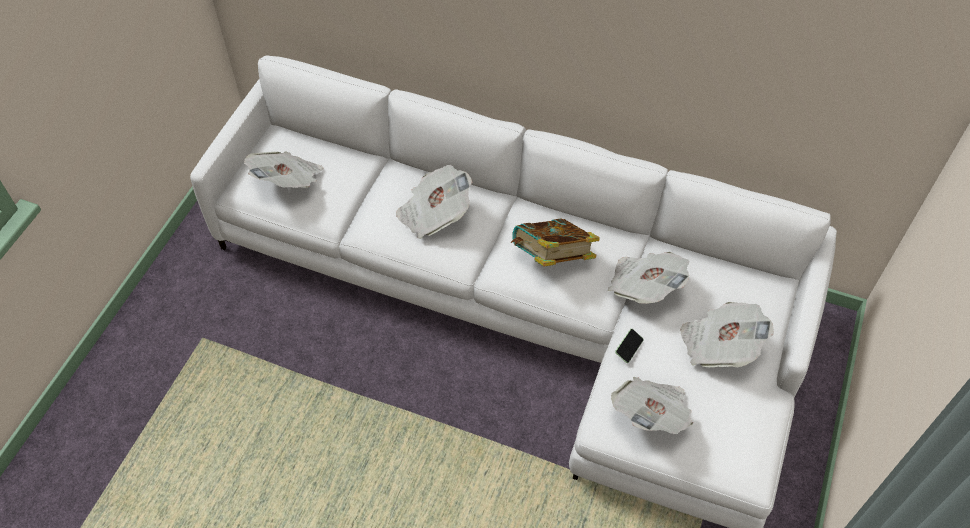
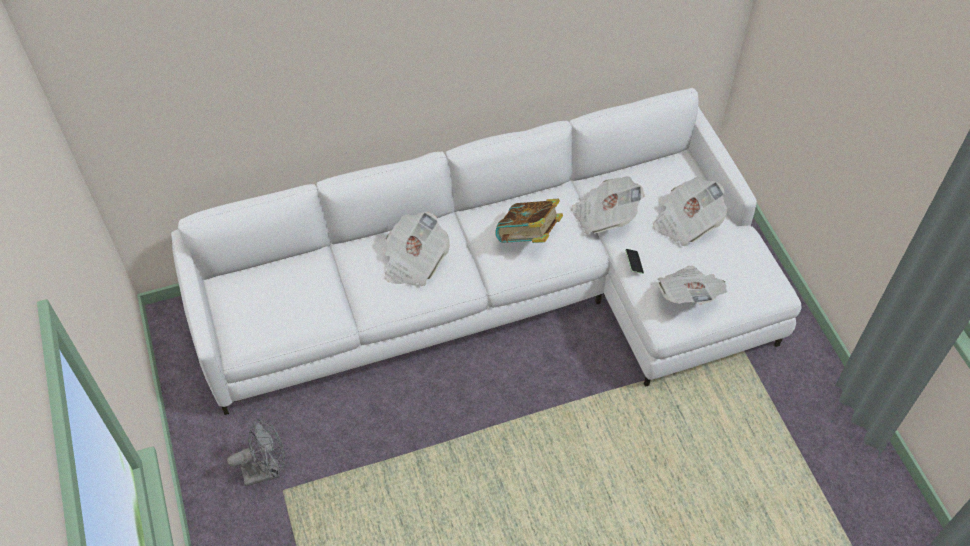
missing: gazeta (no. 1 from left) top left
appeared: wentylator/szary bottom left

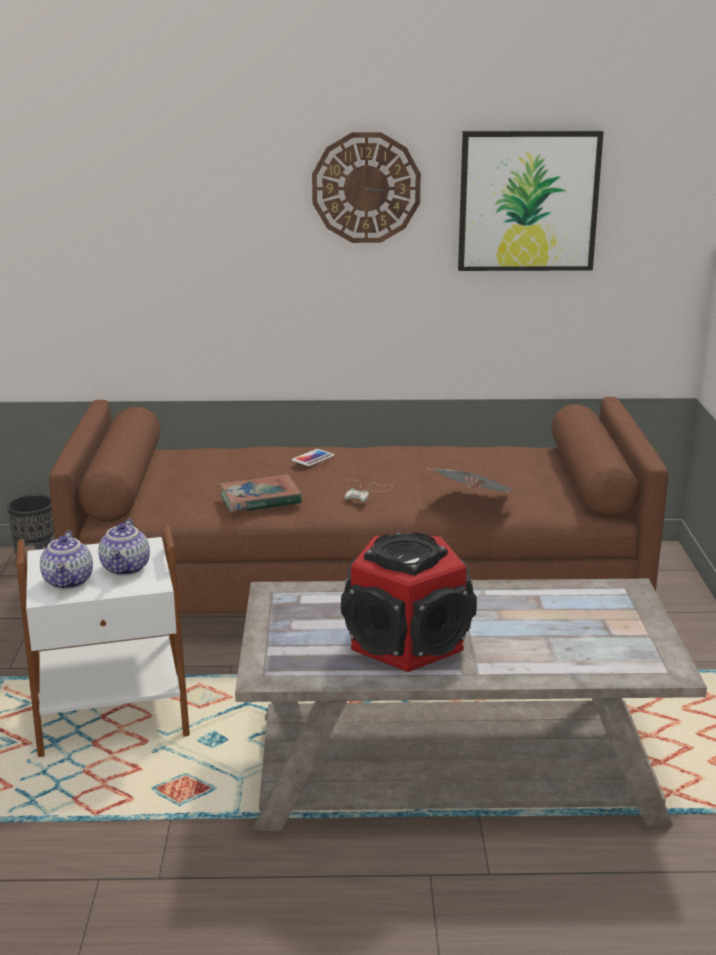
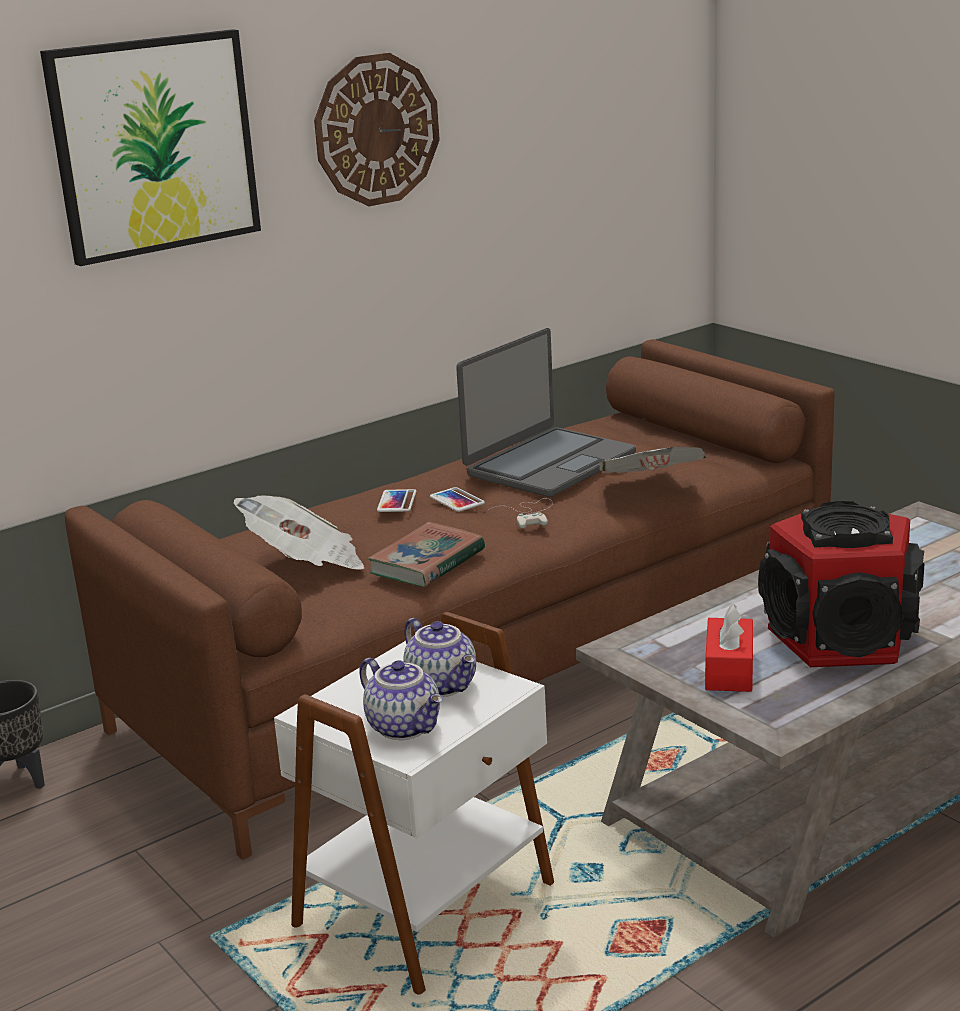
appeared: gazeta (no. 1 from left) middle left; telefon (no. 2 from left) centre; laptop centre; pudełko chusteczek/czerwony middle right
relocated: obraz top right to top left

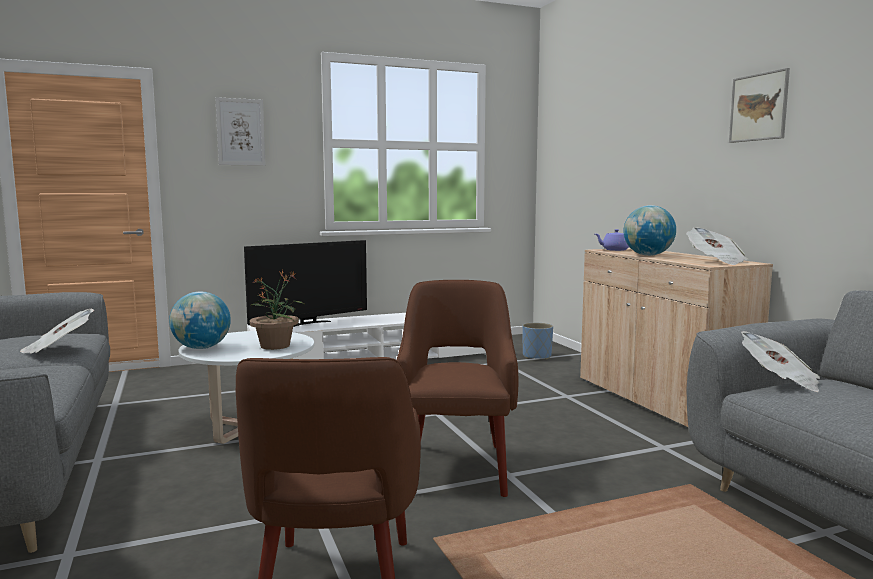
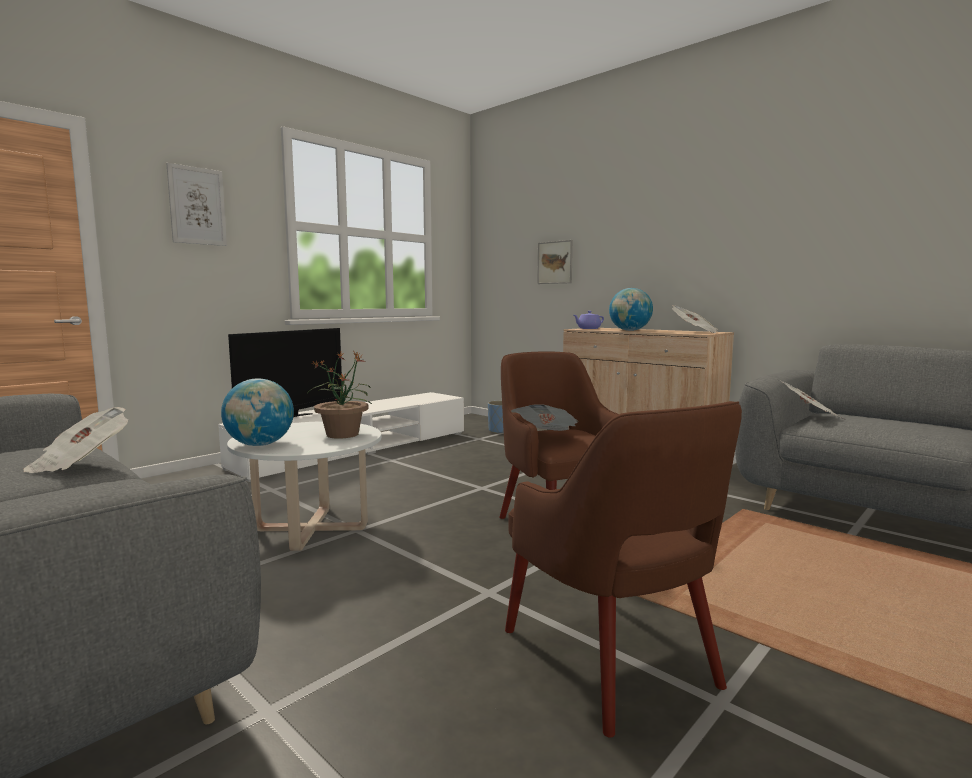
appeared: gazeta (no. 2 from left) centre
relocated: obraz (no. 2 from left) top right to centre

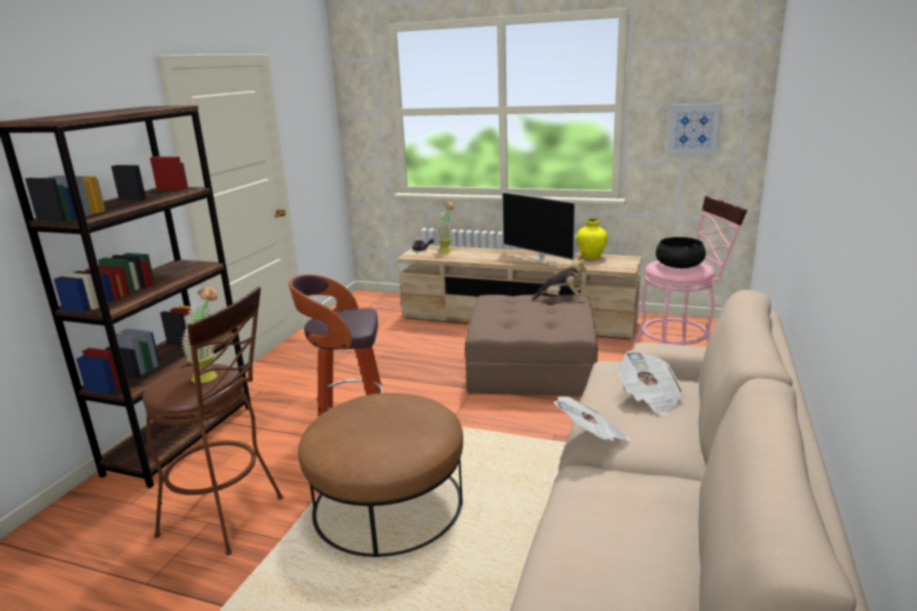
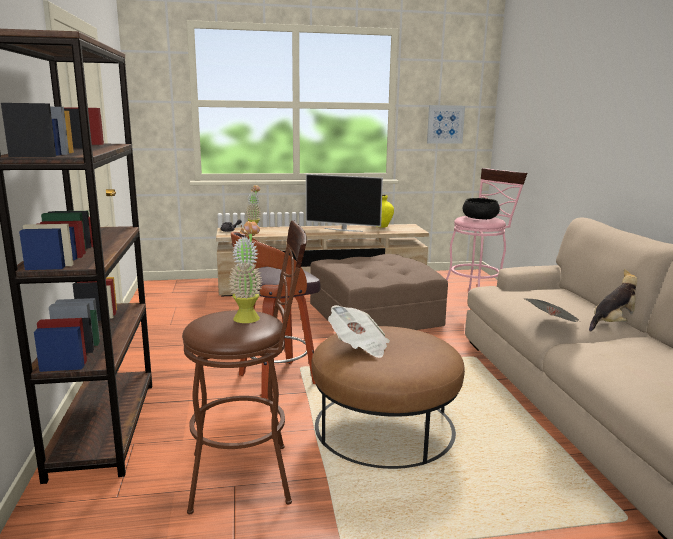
relocated: pluszak centre to middle right; gazeta (no. 2 from left in the first image) middle right to gazeta (no. 1 from left) centre

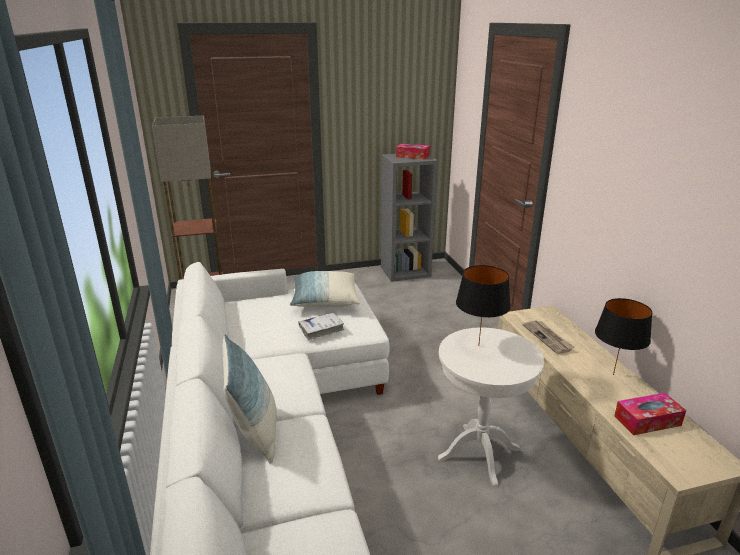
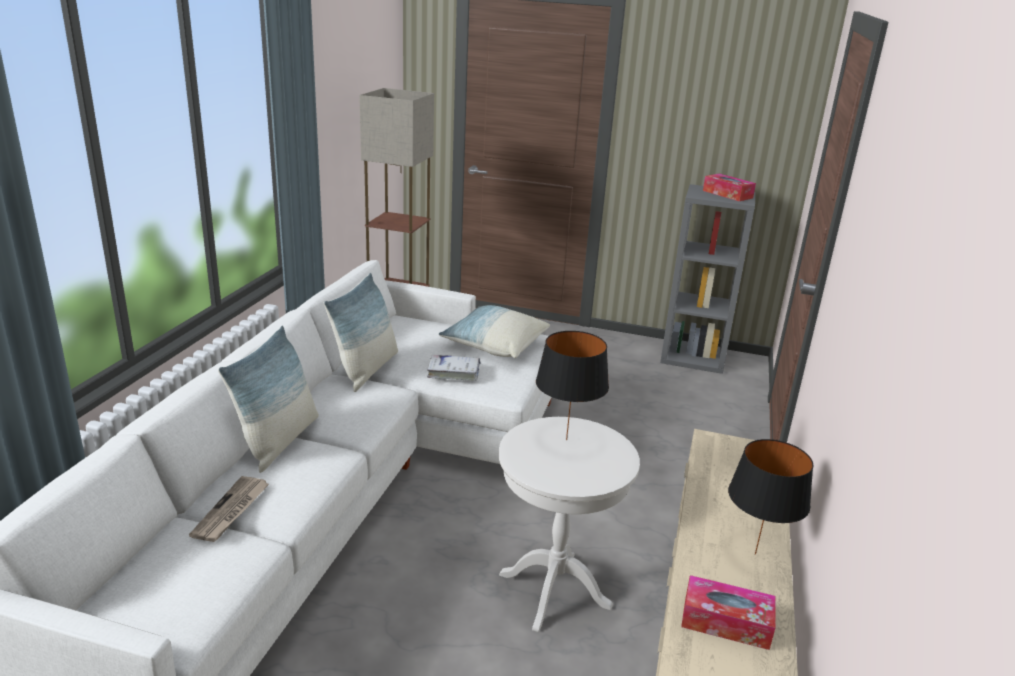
appeared: poduszka (no. 2 from left) centre
relocated: gazeta middle right to bottom left

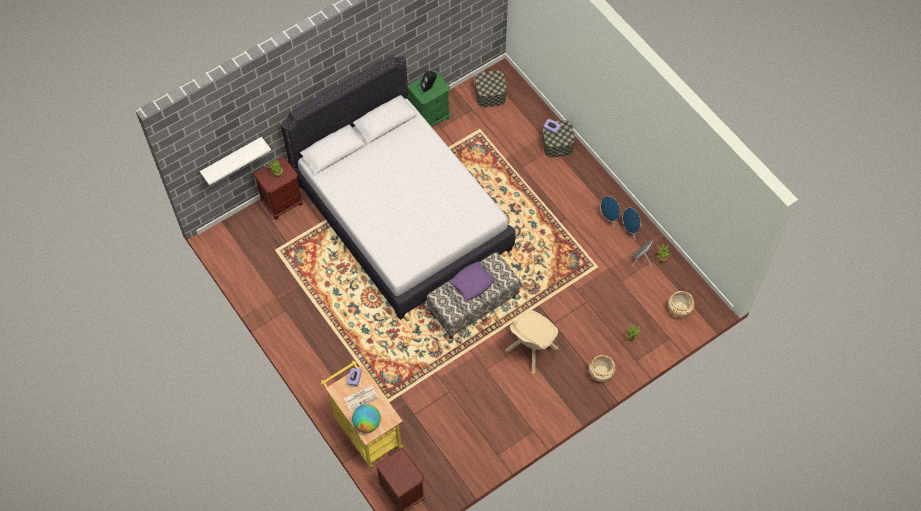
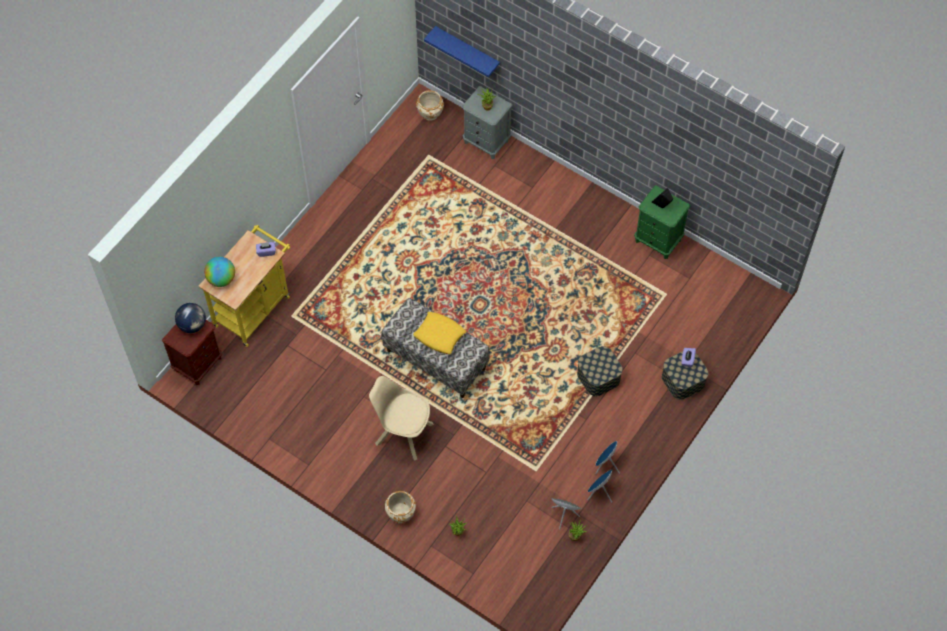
missing: łóżko/biały centre; gazeta bottom centre
appeared: globus (no. 1 from left) middle left
relocated: pojemnik do przechowywania (no. 1 from left) top centre to centre; donica/beżowy (no. 2 from left) middle right to top centre
colour: półka/biały top left to półka/niebieski top centre; szafka nocna/brązowy (no. 1 from left) middle left to szafka nocna/szary top centre; poduszka/fioletowy centre to poduszka/żółty centre

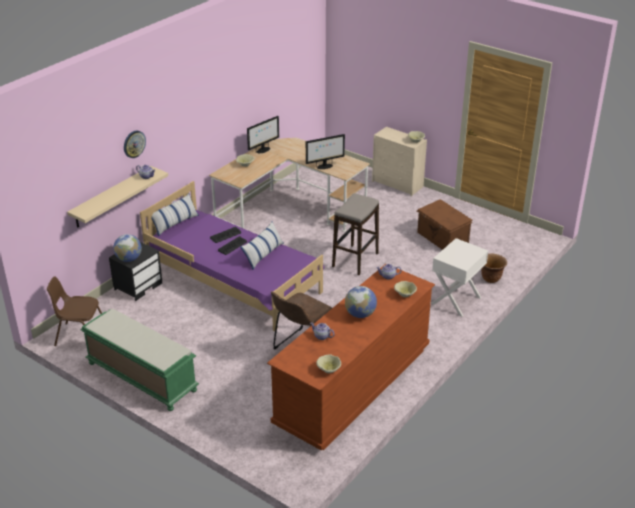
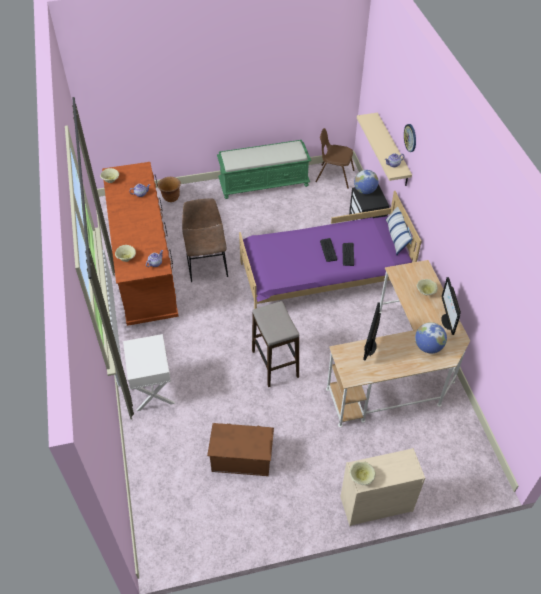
missing: poduszka (no. 2 from left) centre
relocated: globus (no. 2 from left) centre to middle right; donica/brązowy middle right to top left
spun: krzesło/brązowy (no. 1 from left in the first image) middle left = top centre 120 degrees counterclockwise

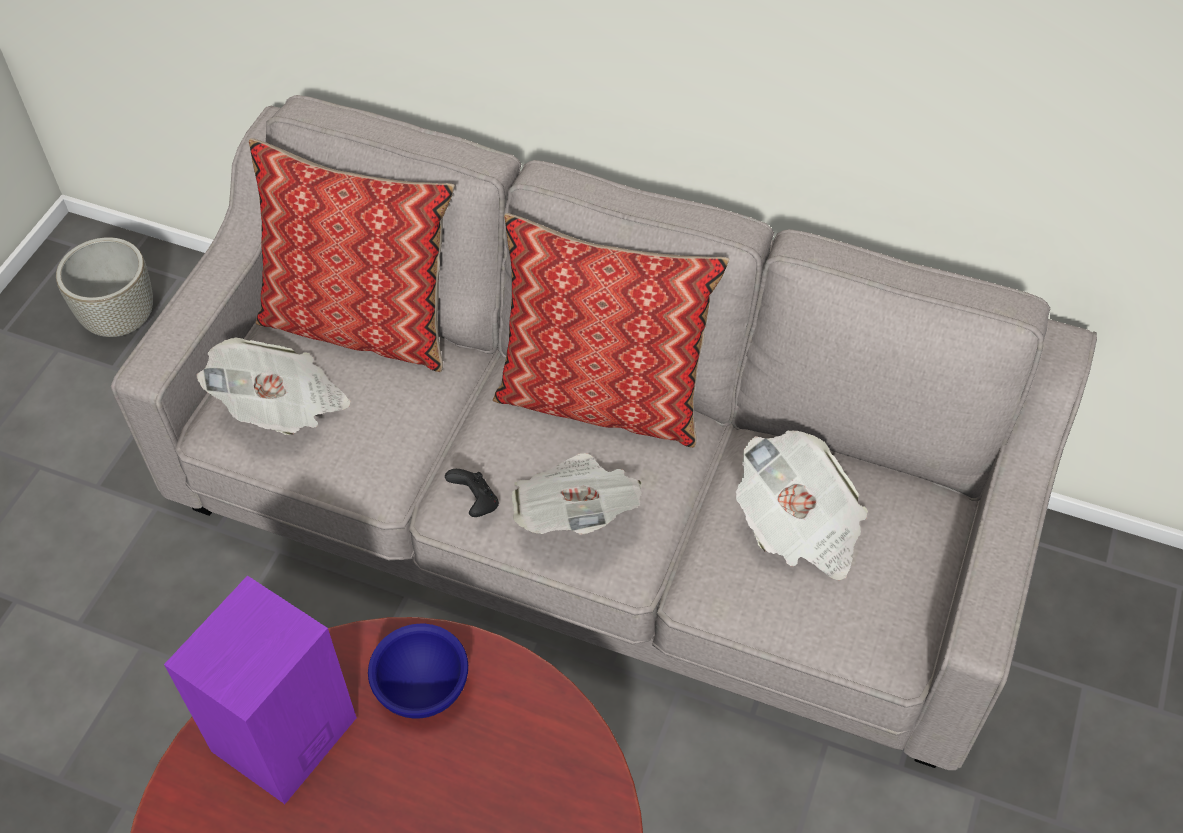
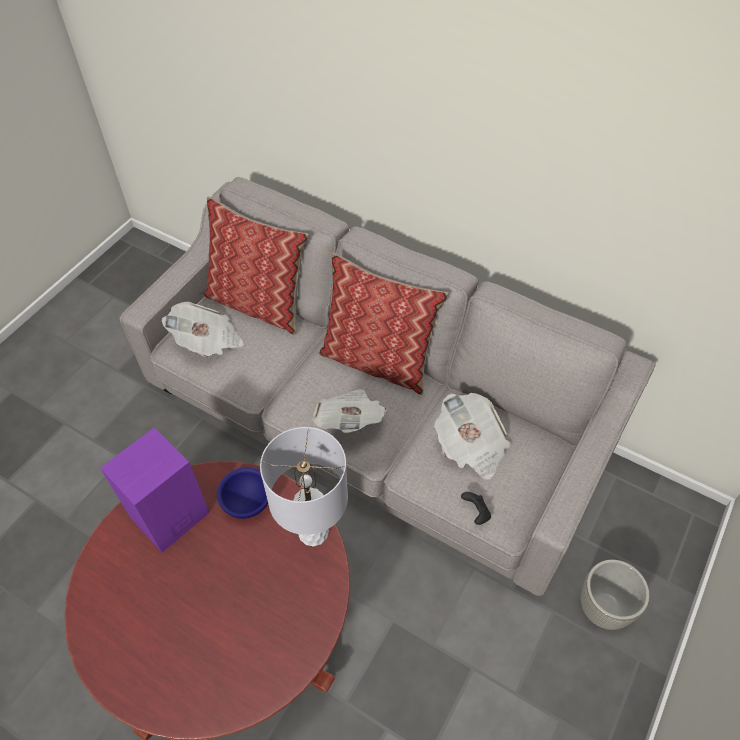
appeared: lampa stołowa/szary centre
relocated: donica/szary middle left to bottom right; pad do gier/czarny centre to bottom centre

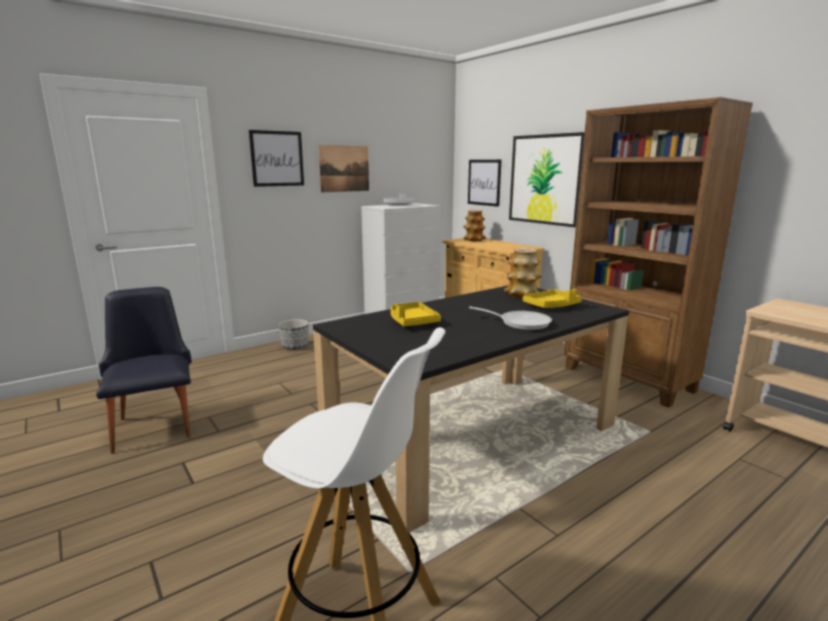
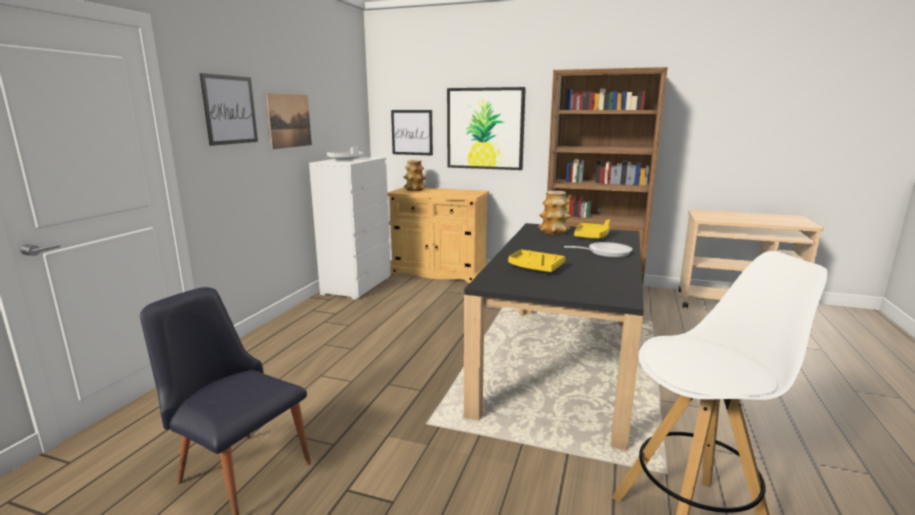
missing: donica centre

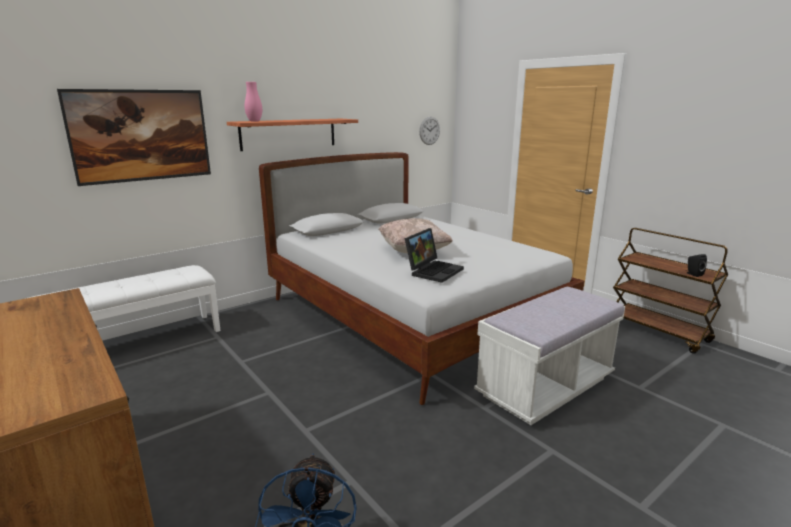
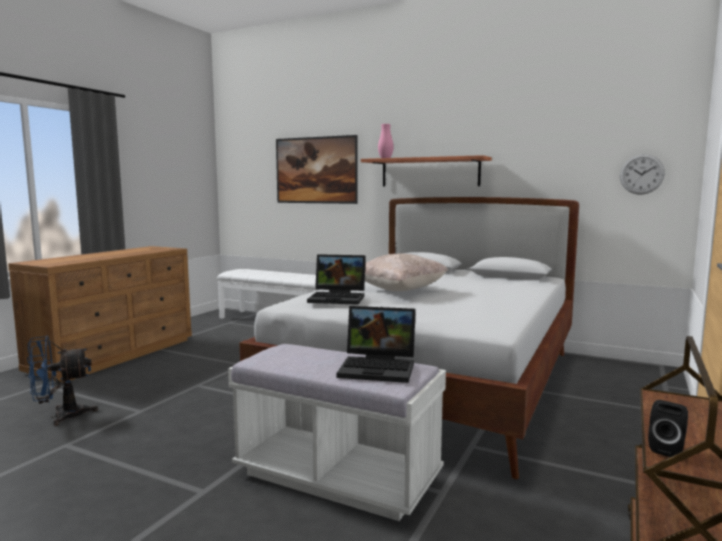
appeared: laptop (no. 2 from left) centre

